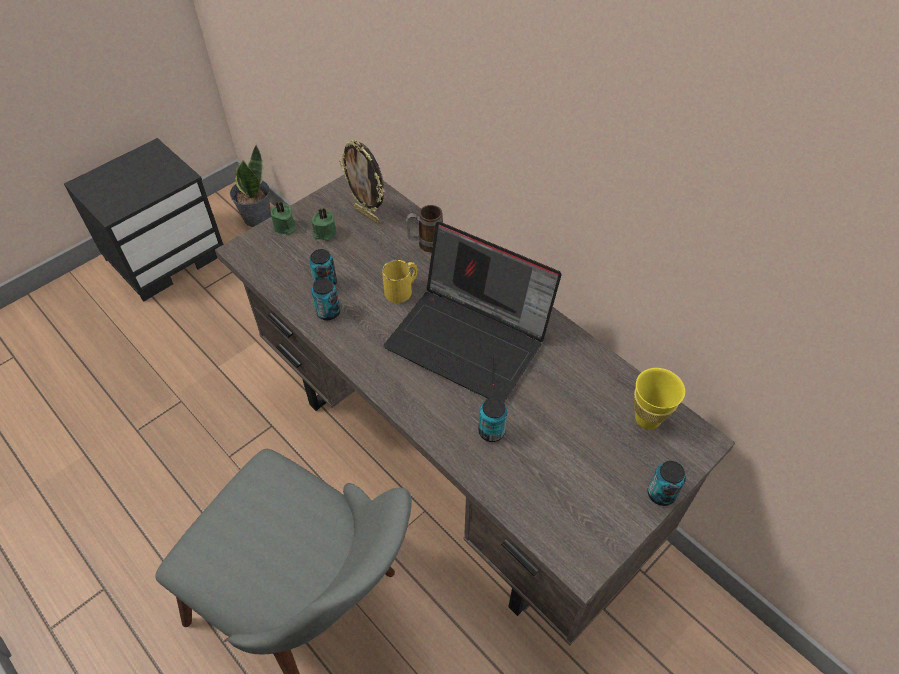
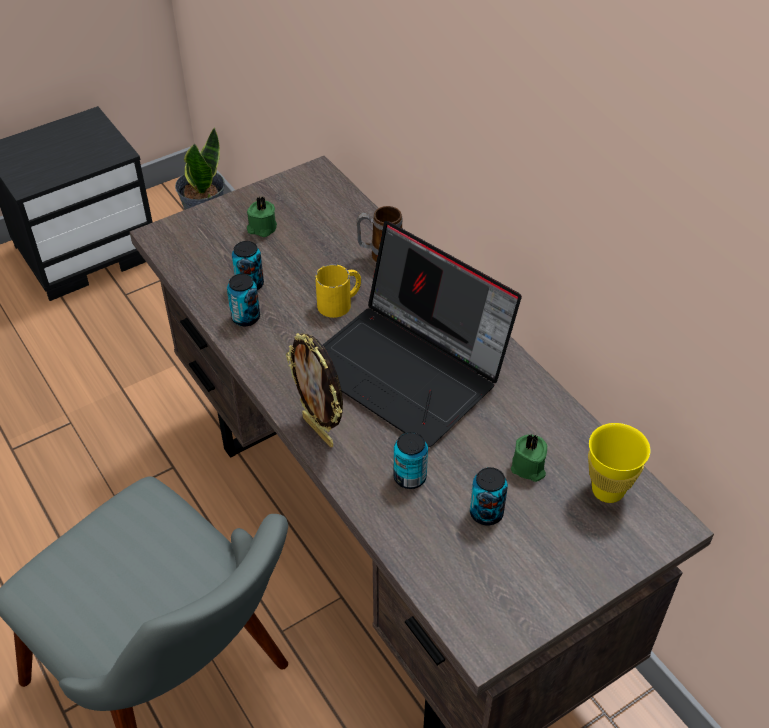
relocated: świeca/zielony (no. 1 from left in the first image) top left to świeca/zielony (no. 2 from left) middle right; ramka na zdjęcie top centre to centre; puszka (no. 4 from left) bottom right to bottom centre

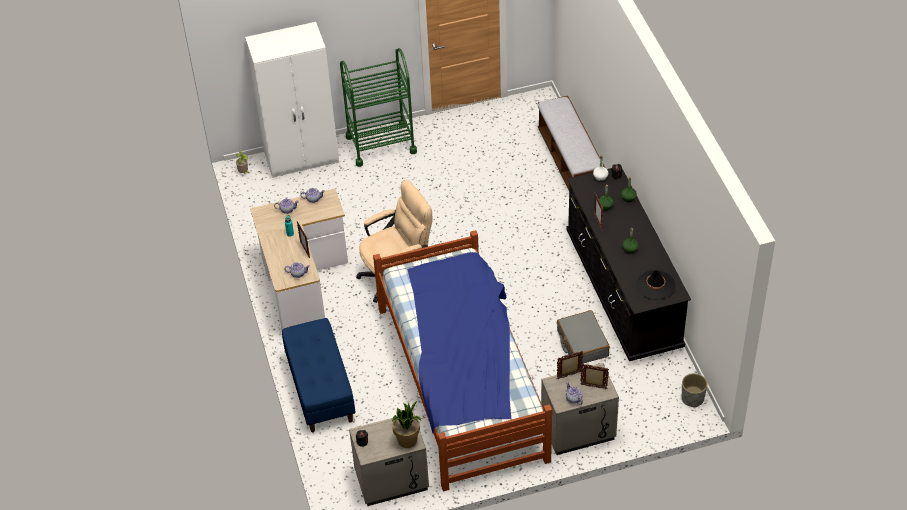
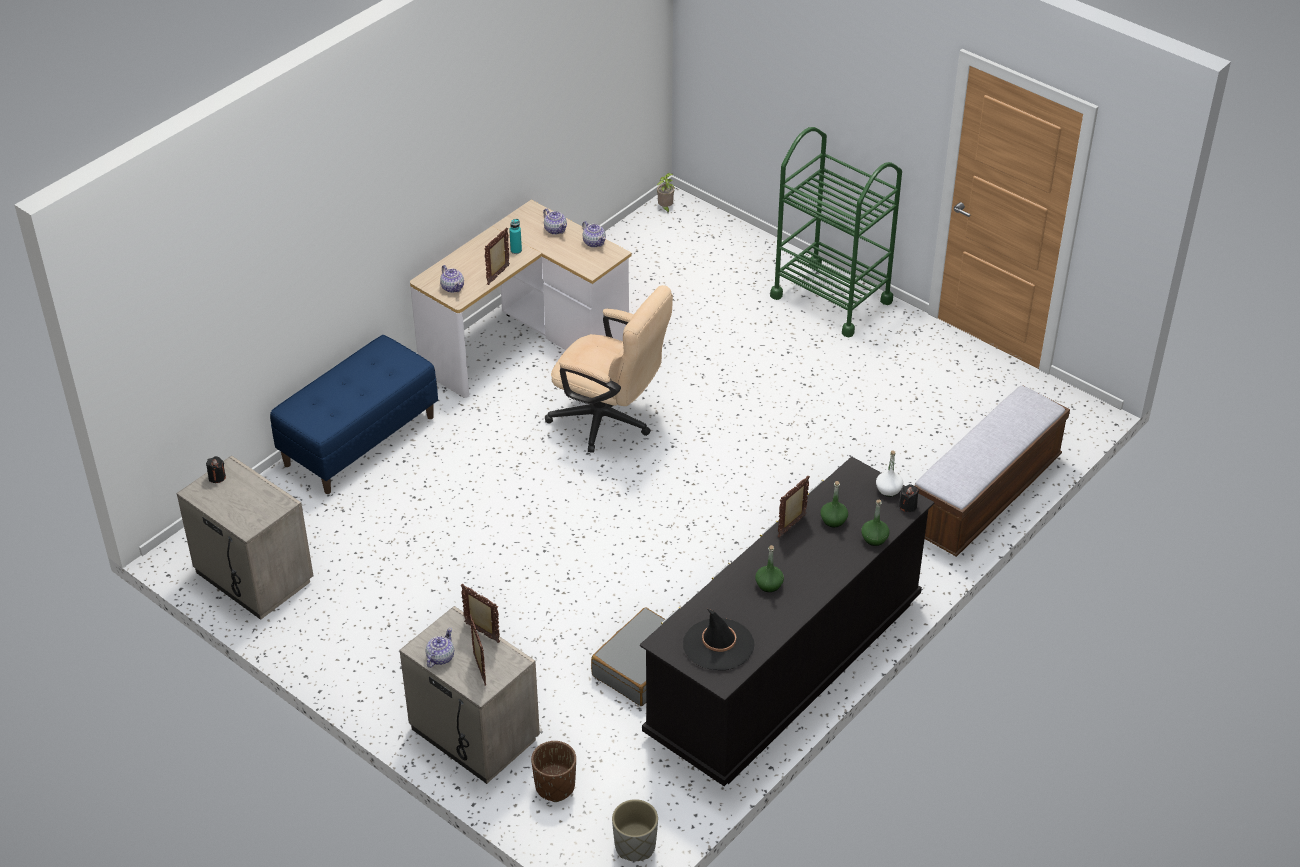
missing: szafa/biały top left; łóżko bottom centre; roślina doniczkowa (no. 2 from left) bottom centre
appeared: donica/brązowy bottom centre

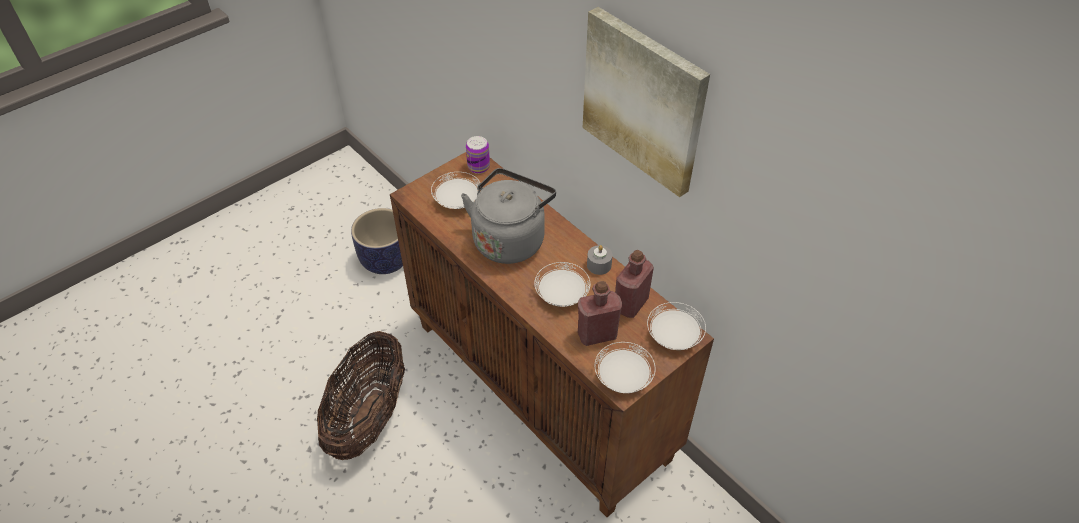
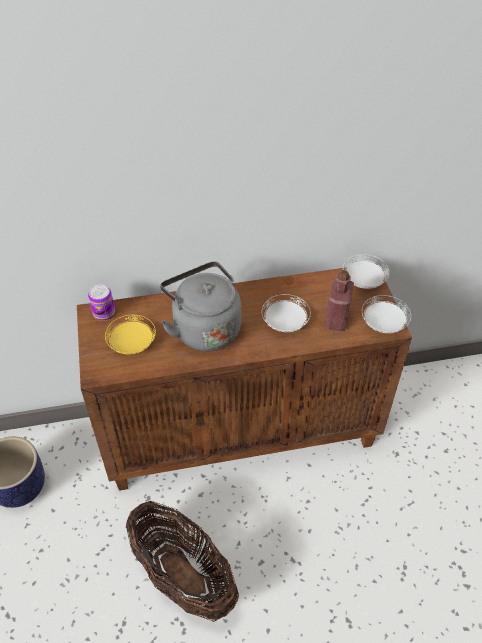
missing: obraz top centre; świeca/szary centre; butelka/czerwony (no. 2 from left) centre
colour: talerz/biały (no. 1 from left) centre to talerz/żółty middle left

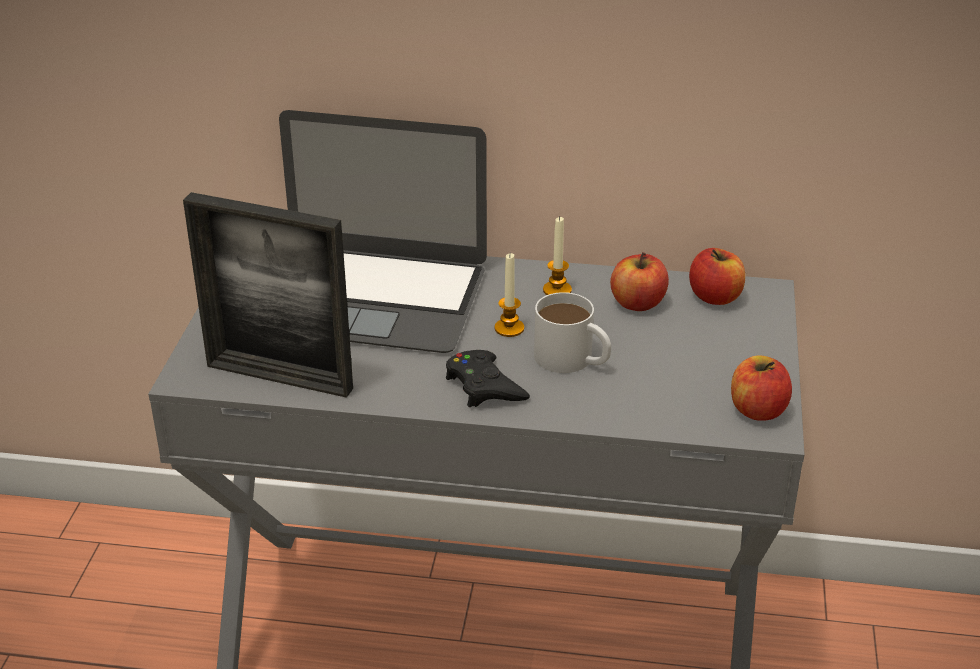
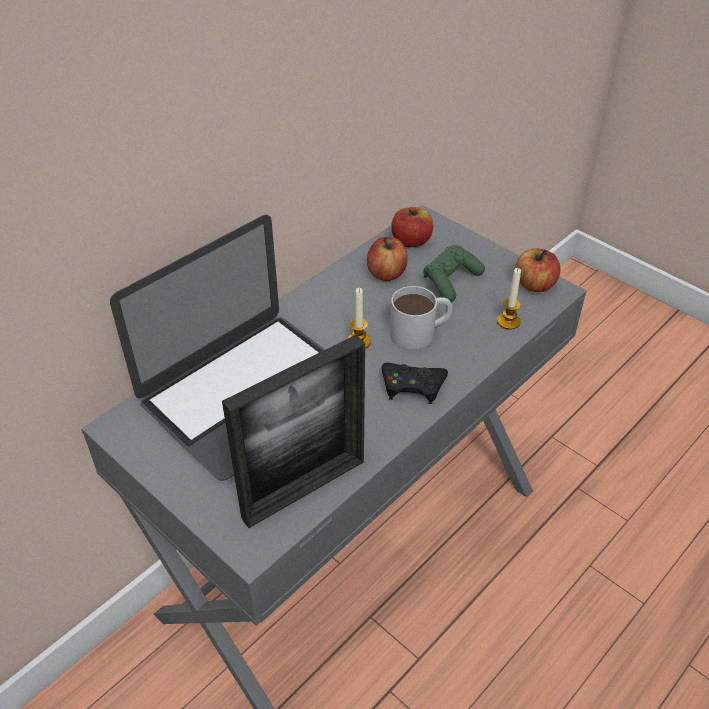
appeared: pad do gier/zielony centre
relocated: świeca (no. 2 from left) centre to middle right

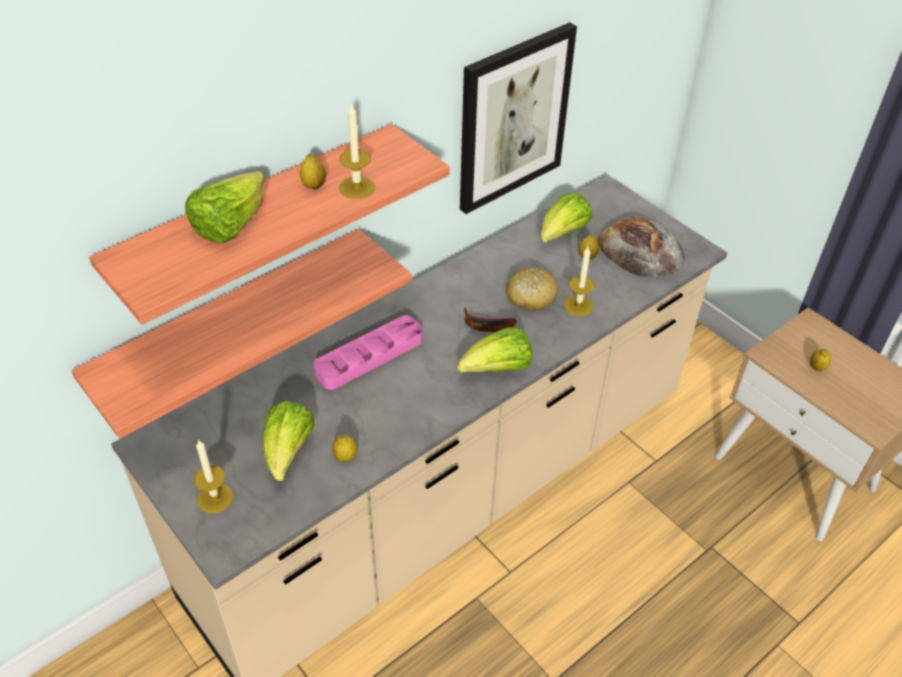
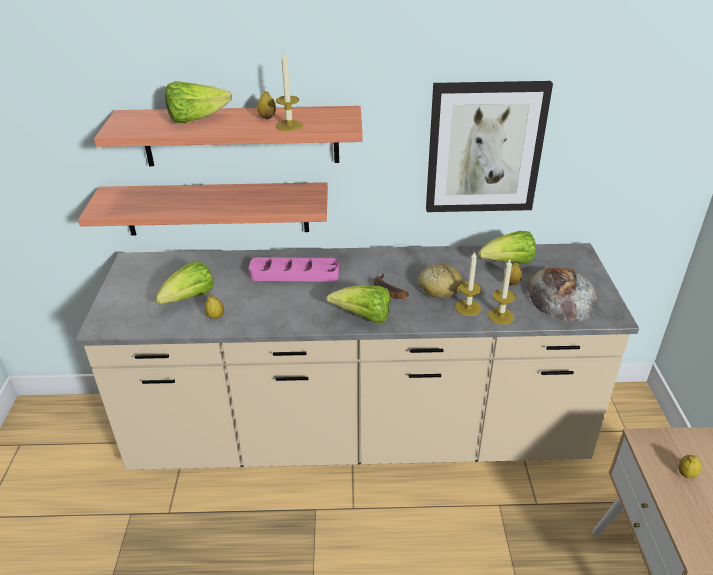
relocated: świeca (no. 1 from left in the first image) bottom left to świeca (no. 3 from left) middle right

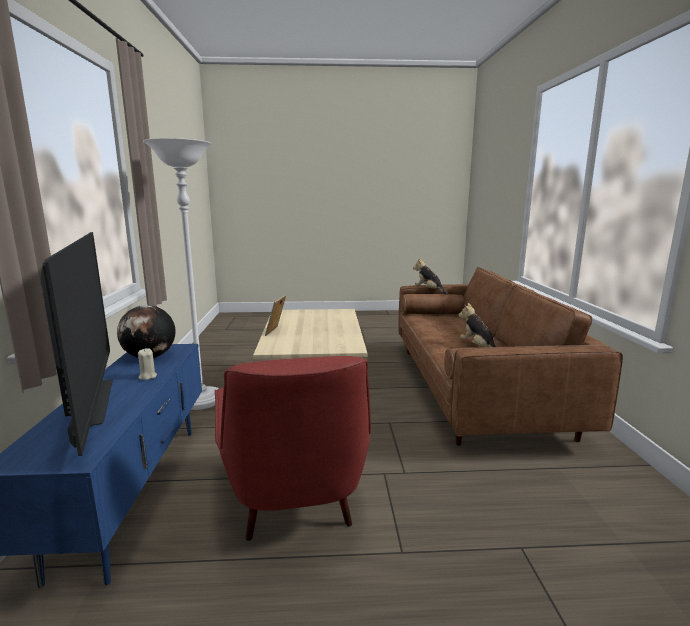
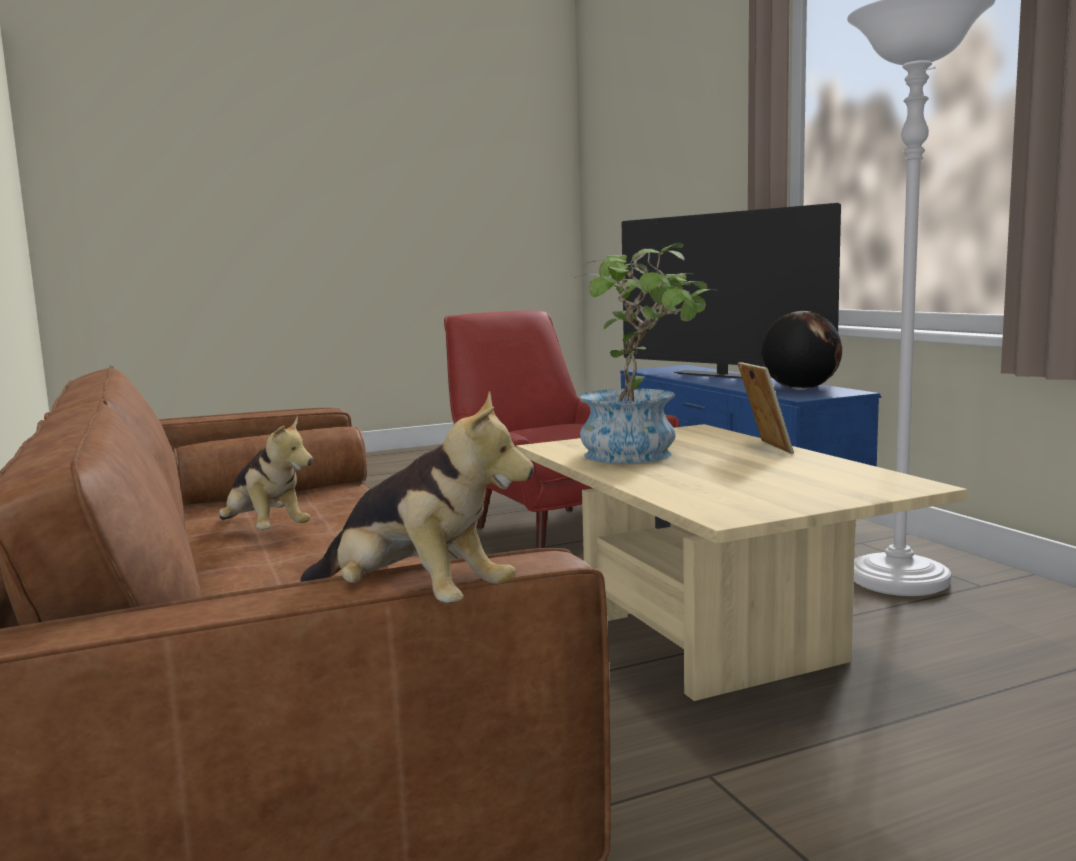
missing: świeca/beżowy middle left
appeared: roślina doniczkowa centre

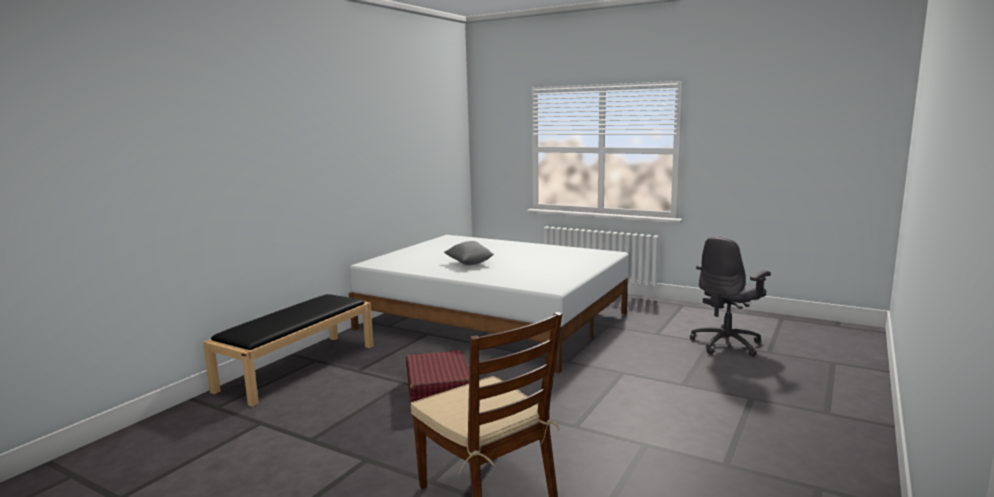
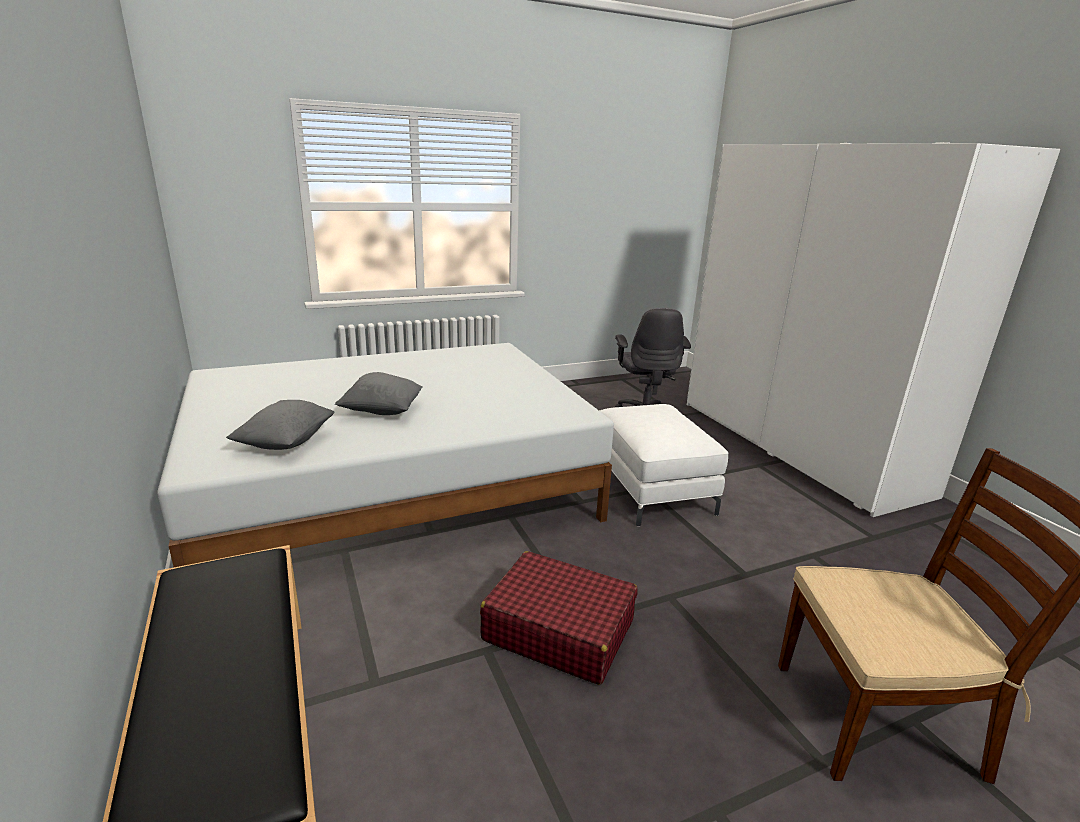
appeared: poduszka/szary (no. 1 from left) middle left; pufa/biały centre; szafa/biały middle right

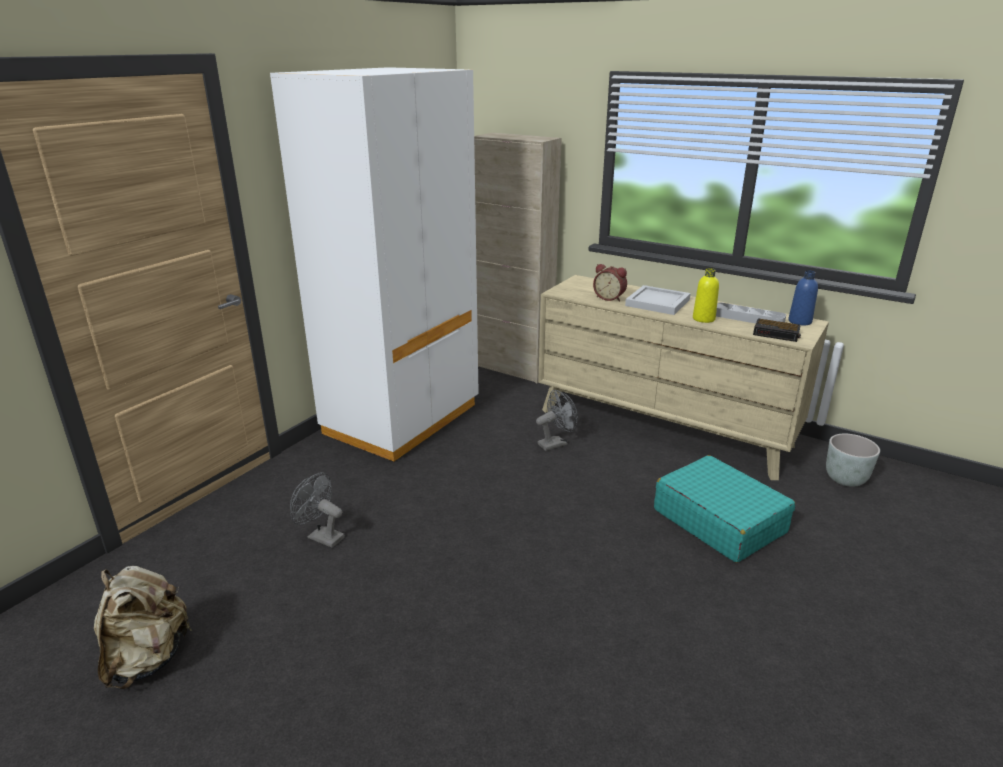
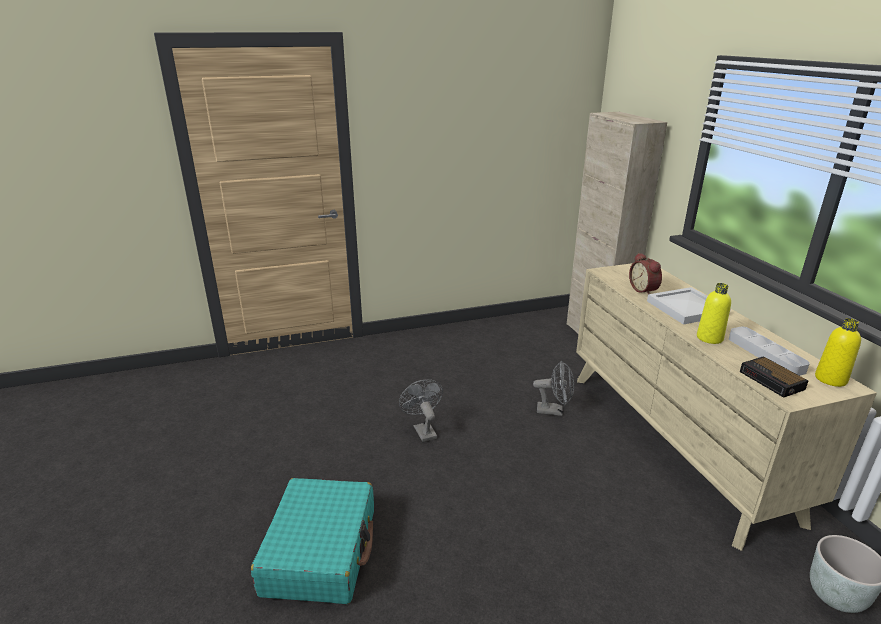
missing: plecak/beżowy bottom left; szafa/biały centre
relocated: wentylator/szary (no. 1 from left) middle left to centre; walizka/turkusowy middle right to bottom centre
colour: butelka/niebieski middle right to butelka/żółty (no. 2 from left) middle right

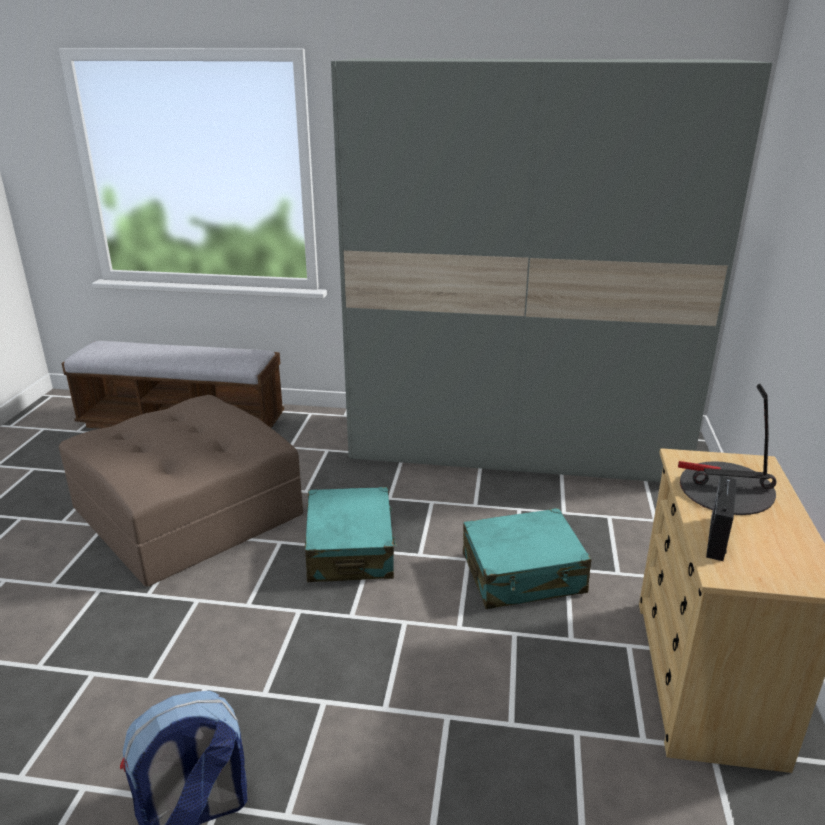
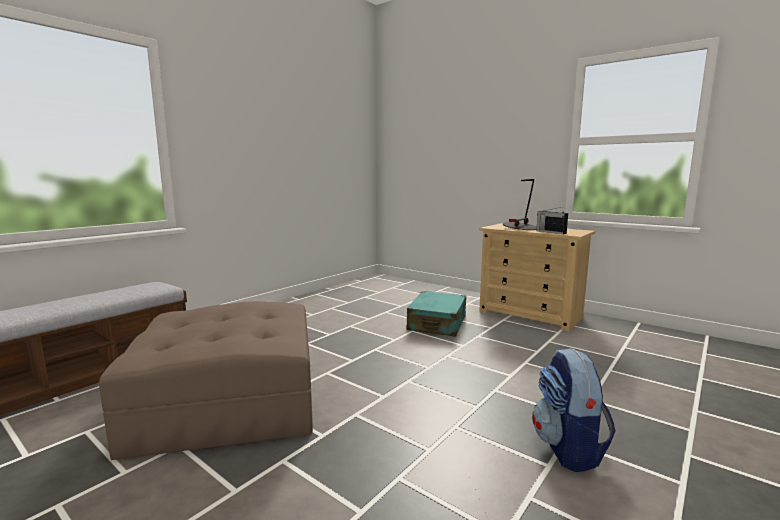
missing: walizka/turkusowy (no. 1 from left) centre; szafa/szary top right

